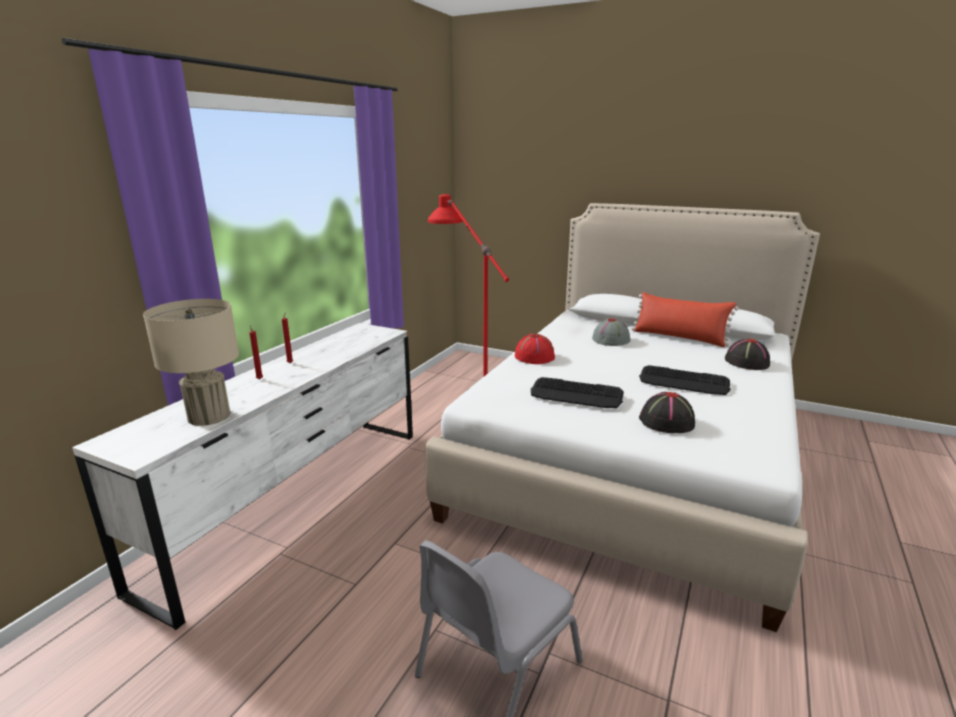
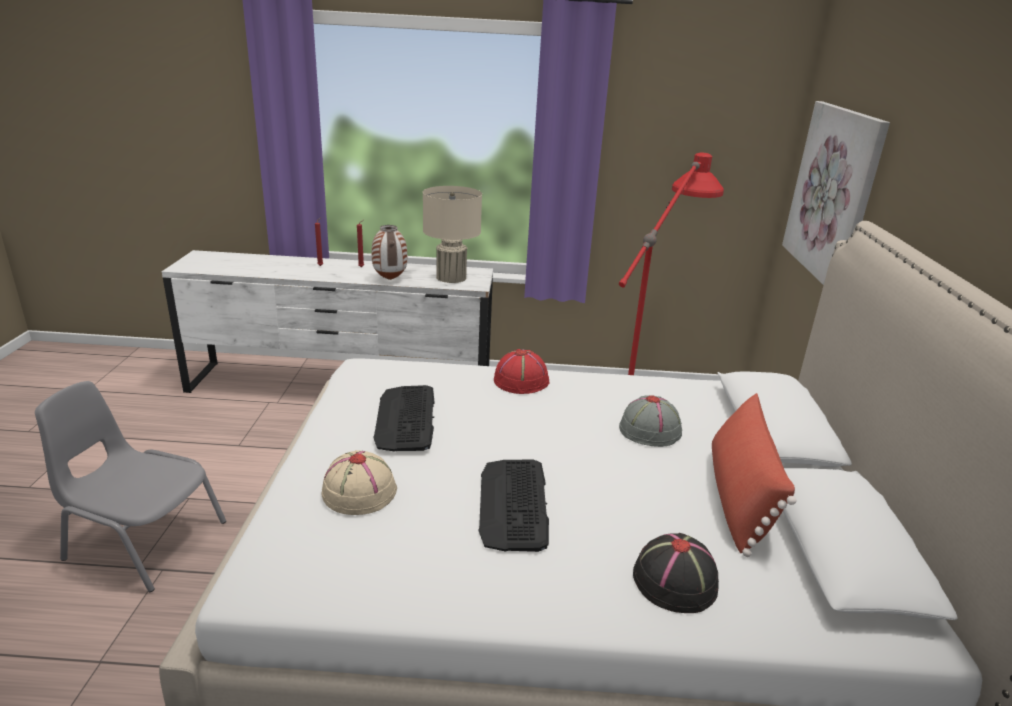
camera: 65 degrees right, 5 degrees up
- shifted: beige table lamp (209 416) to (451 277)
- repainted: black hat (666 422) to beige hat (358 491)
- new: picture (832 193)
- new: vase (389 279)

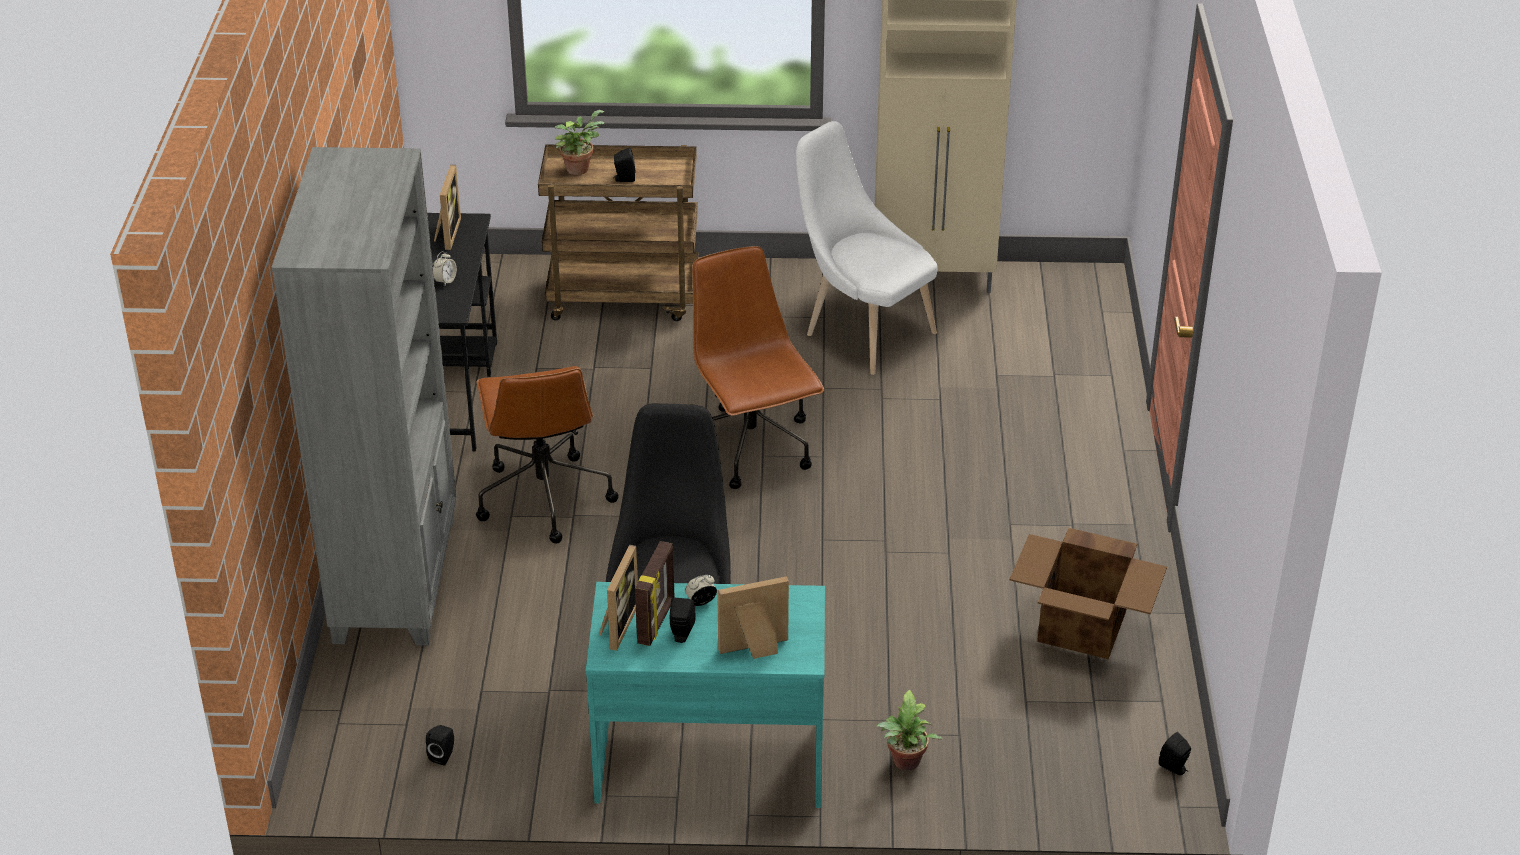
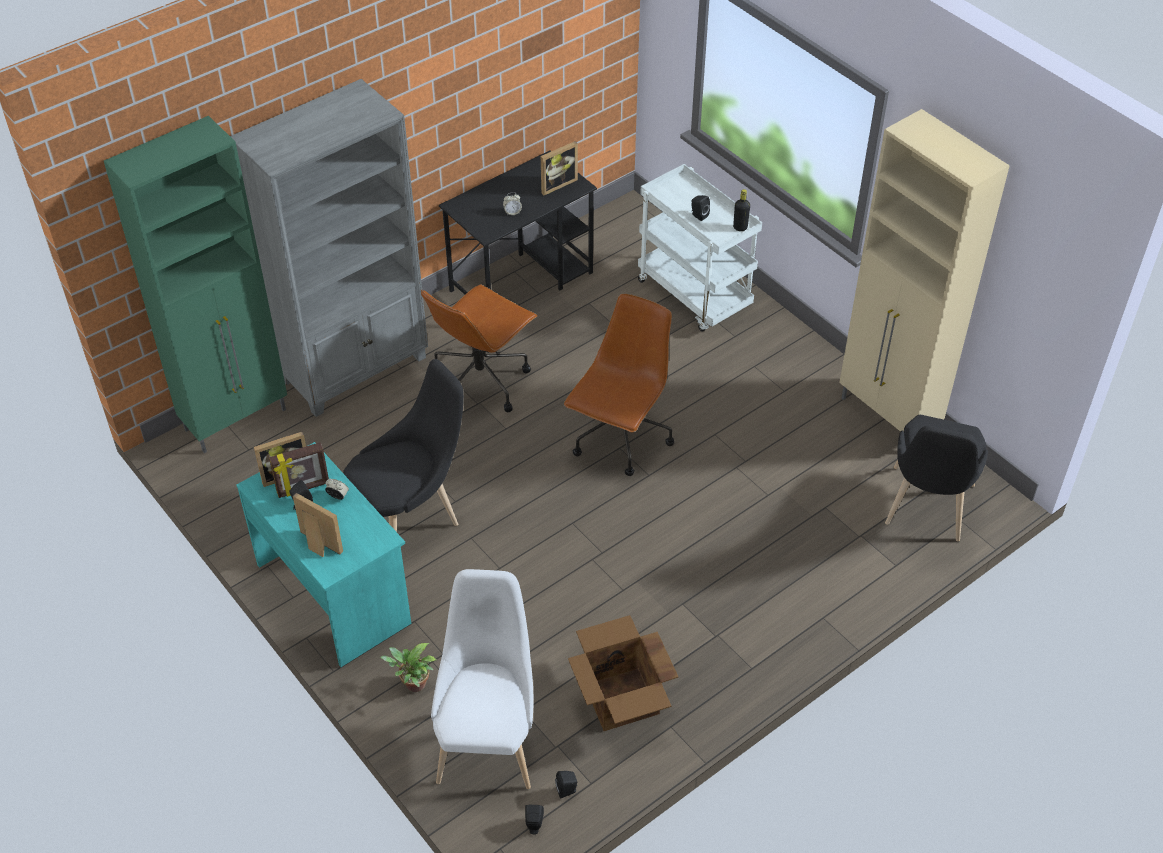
camera: 50 degrees right, 10 degrees up
- gone: potted plant (579 168)
- shifted: white chair (863 331) to (488 739)
- repainted: brown cart (625 298) to white cart (695 295)
- shifted: black speaker (443 755) to (567 790)
- new: green cabinet (237 419)
- new: black bottle (740 227)
- new: black chair (926 509)

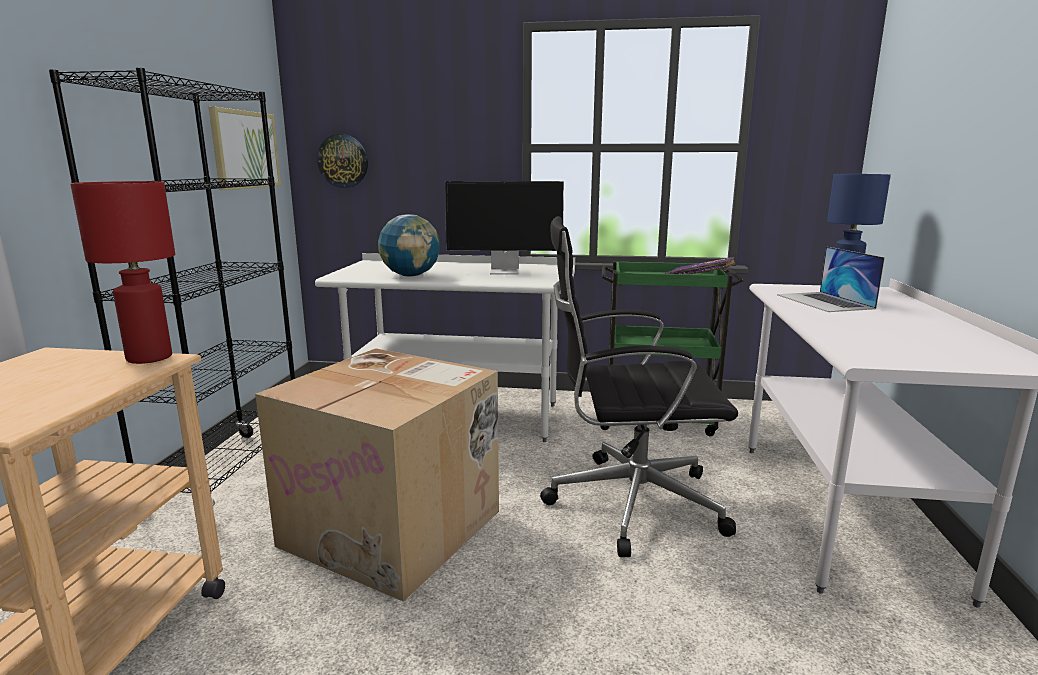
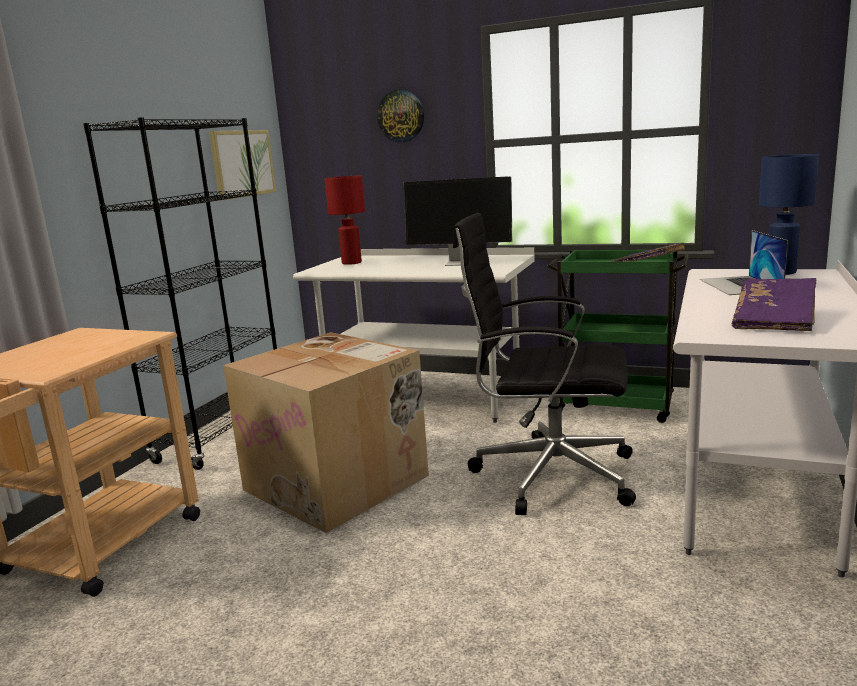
camera: 15 degrees right, 0 degrees up
- shifted: wall clock (343 161) to (401 116)
- shifted: red table lamp (151 358) to (352 263)
- gone: globe (411 275)
- new: purple book (774 320)

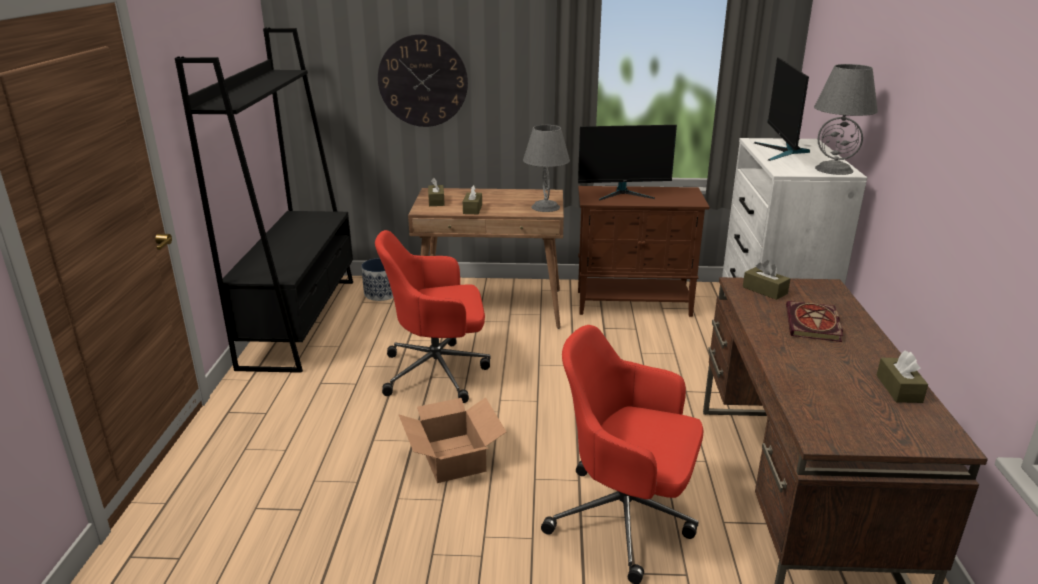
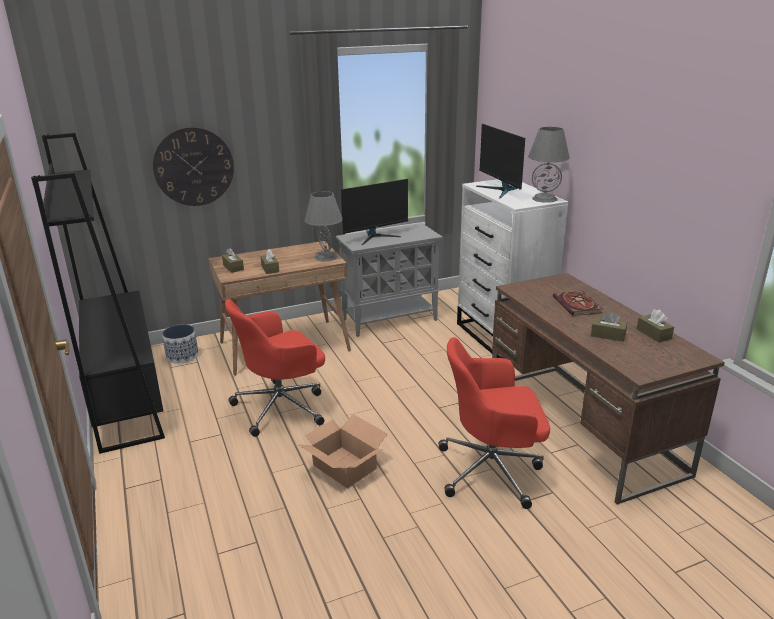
camera: 25 degrees left, 0 degrees up
- repainted: brown cabinet (634 303) to grey cabinet (390 319)
- shifted: brown tissue box (765 290) to (608 335)

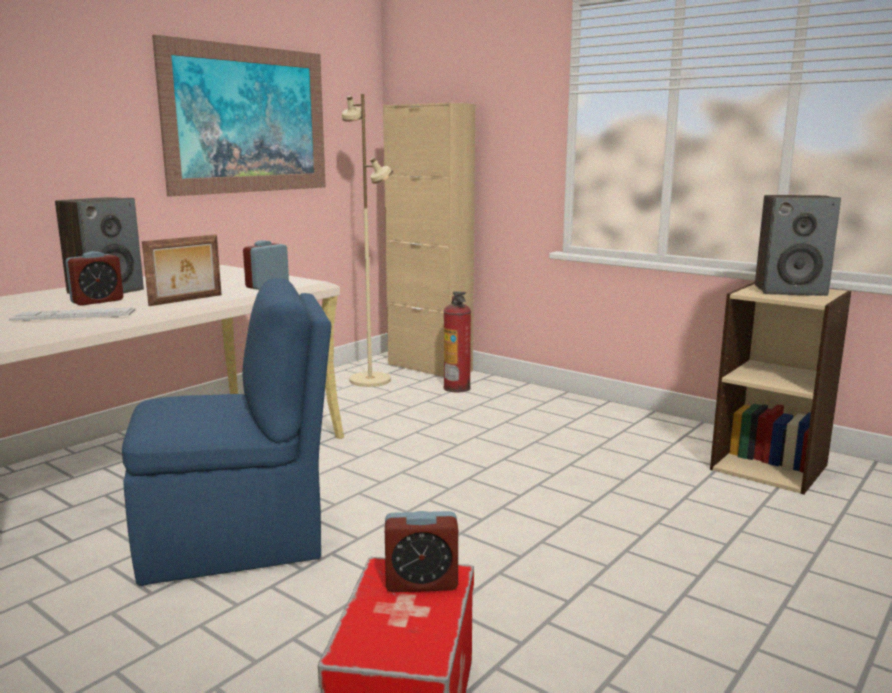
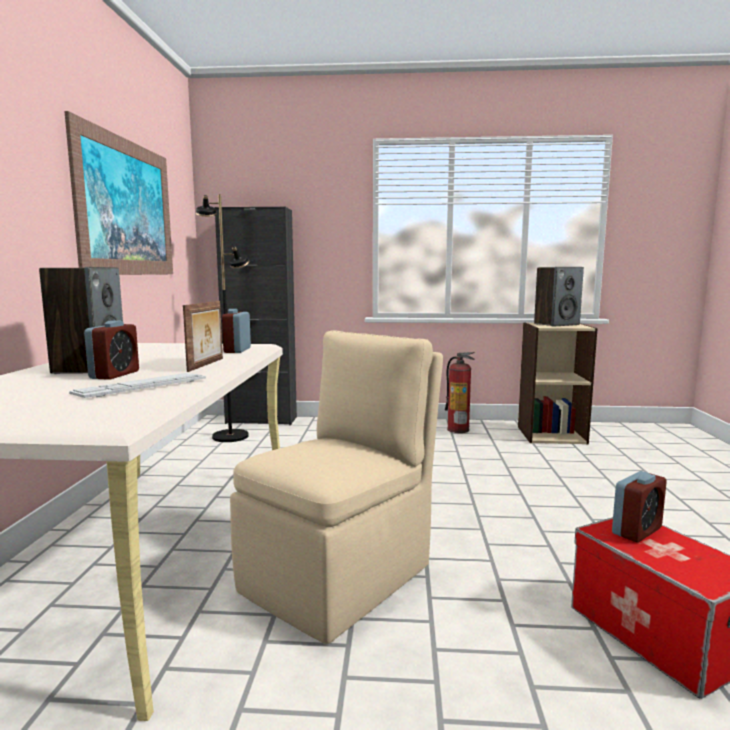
camera: 35 degrees left, 5 degrees down
- repainted: beige floor lamp (370 380) to black floor lamp (230 436)
- repainted: beige cabinet (429 368) to black cabinet (261 420)
- repainted: blue chair (237 540) to beige chair (340 576)
- shifted: fire extinguisher (457 388) to (458 430)

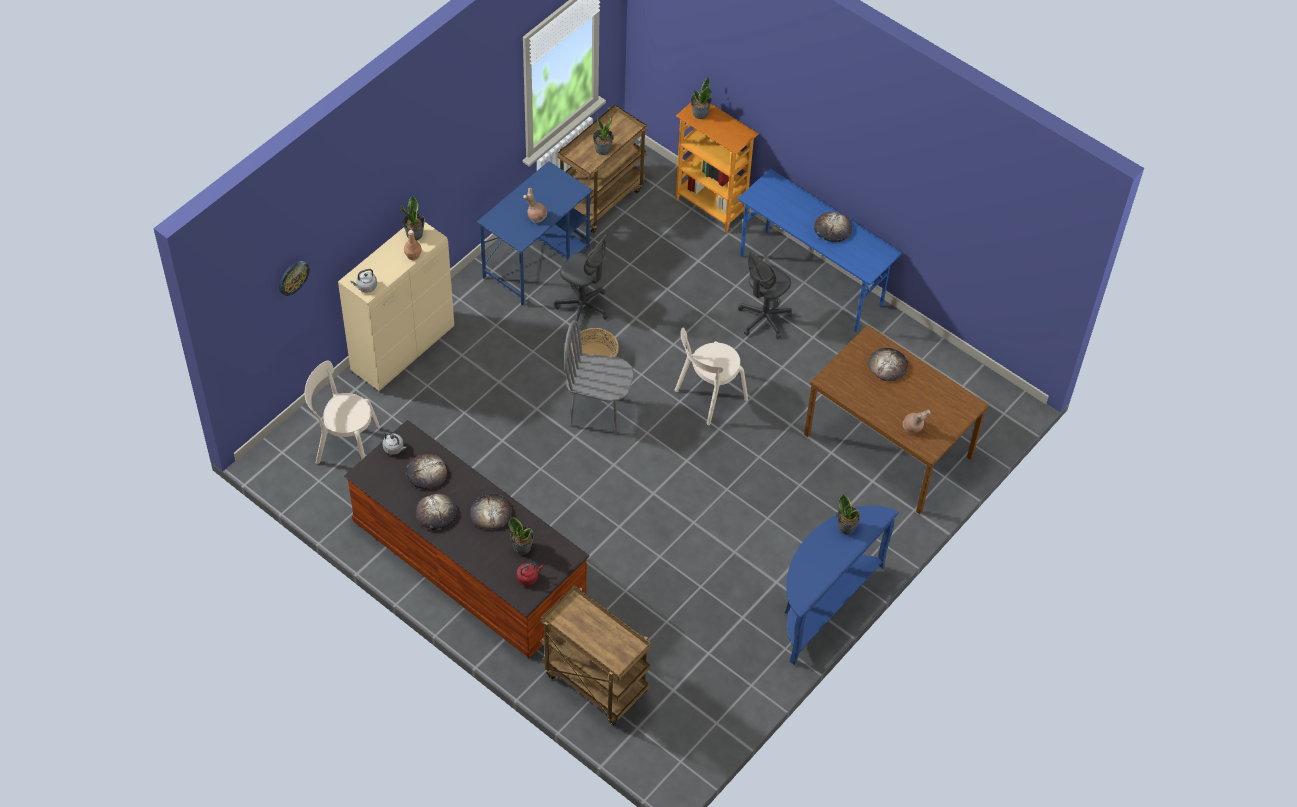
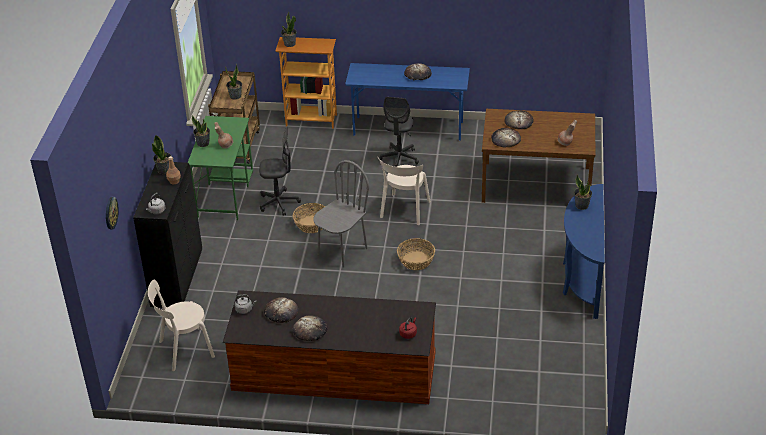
camera: 30 degrees left, 15 degrees down
- repainted: blue desk (537 261) to green desk (225 194)
- repainted: beige cabinet (403 349) to black cabinet (177 279)
- rotated: grey chair (597 412) = (342 251) 150 degrees clockwise
- shifted: bread (491 513) to (505 139)
- shifted: potted plant (522 547) to (203 143)
- gone: brown cart (593 682)
- new: basket (415 260)

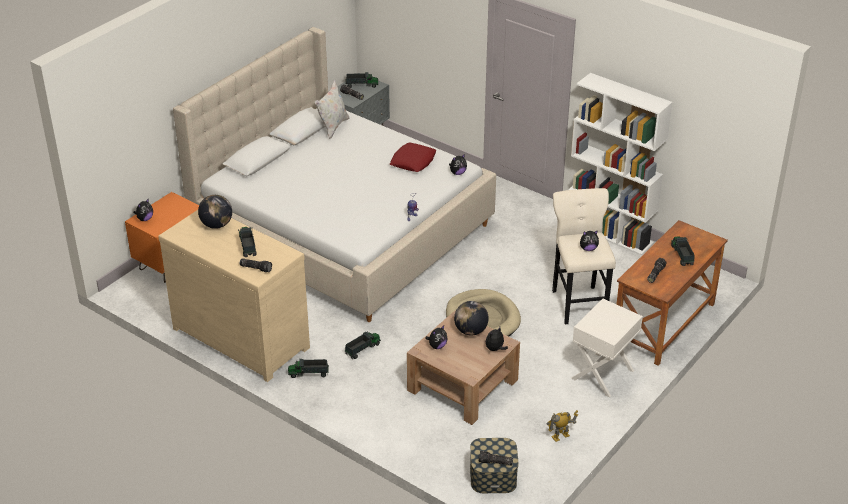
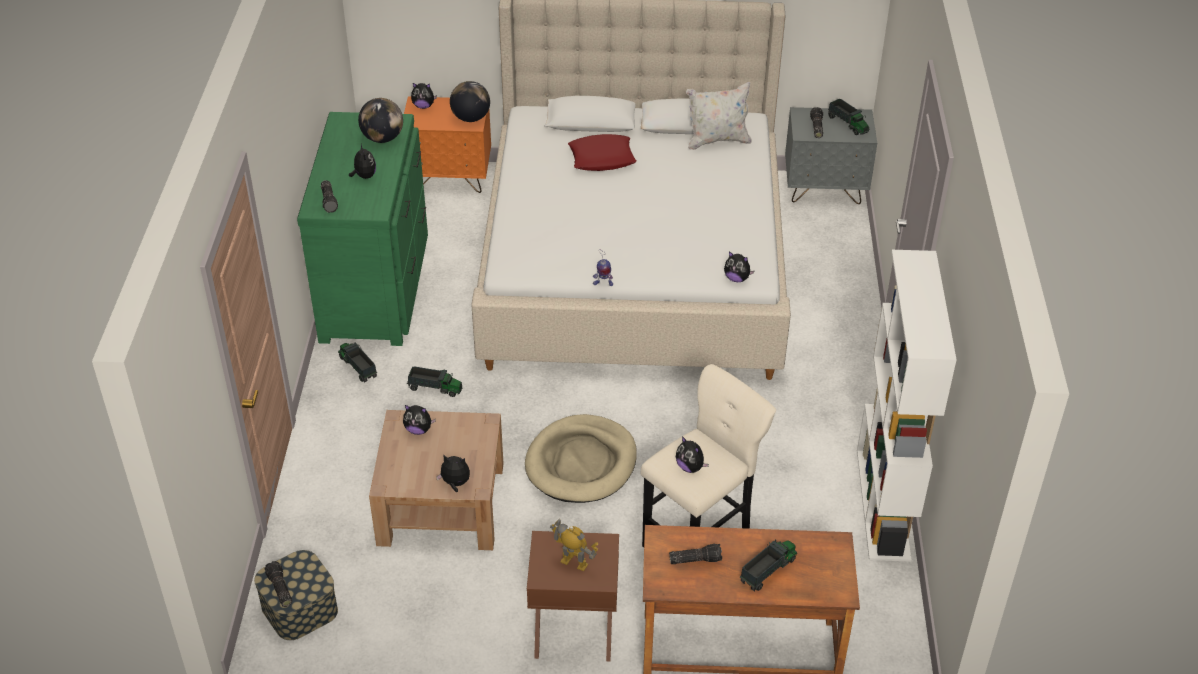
camera: 55 degrees right, 5 degrees up
- shifted: red pillow (413 161) to (602 158)
- repainted: beige dresser (242 336) to green dresser (377 287)
- swapped: toy truck (247 246) to plush toy (364 176)
- repainted: white nightstand (603 375) to brown nightstand (574 631)
- shifted: globe (471 331) to (471 118)
- shifted: toy robot (560 436) to (574 563)

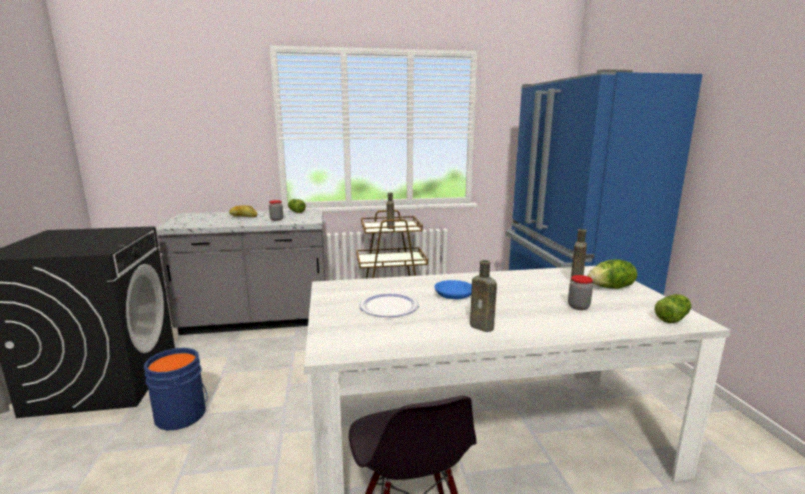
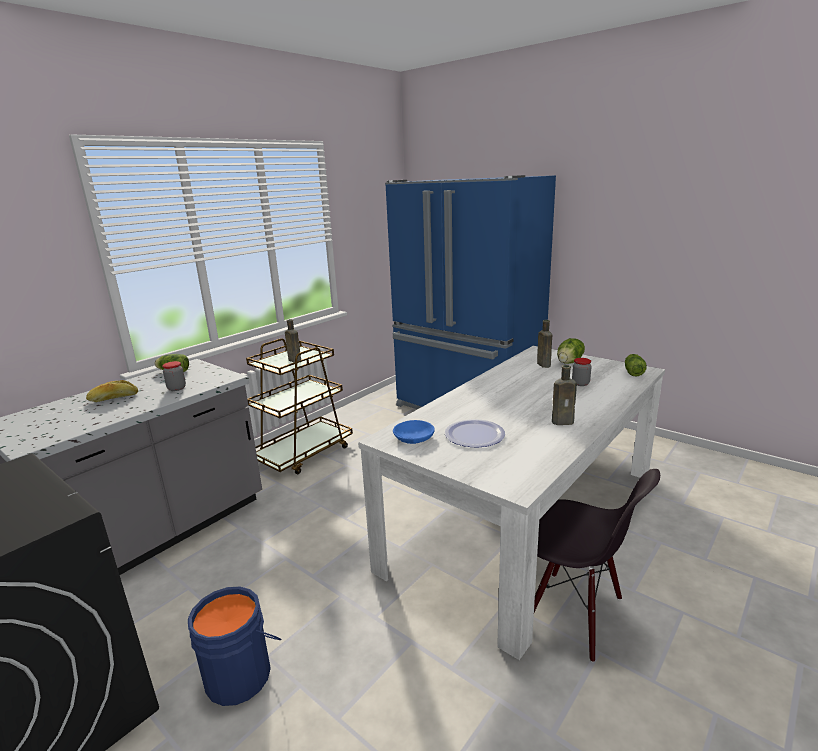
camera: 40 degrees left, 5 degrees up
- shifted: blue bowl (453 295) to (413 438)

